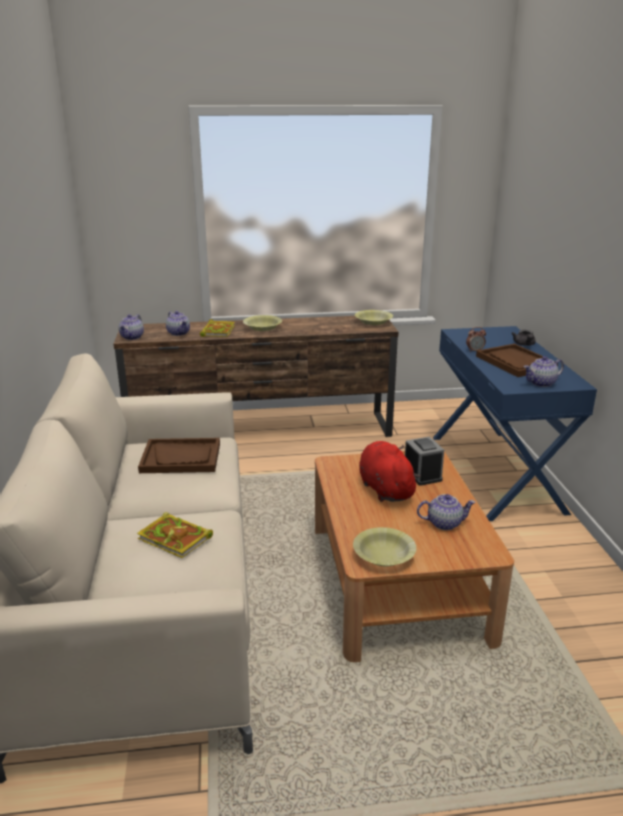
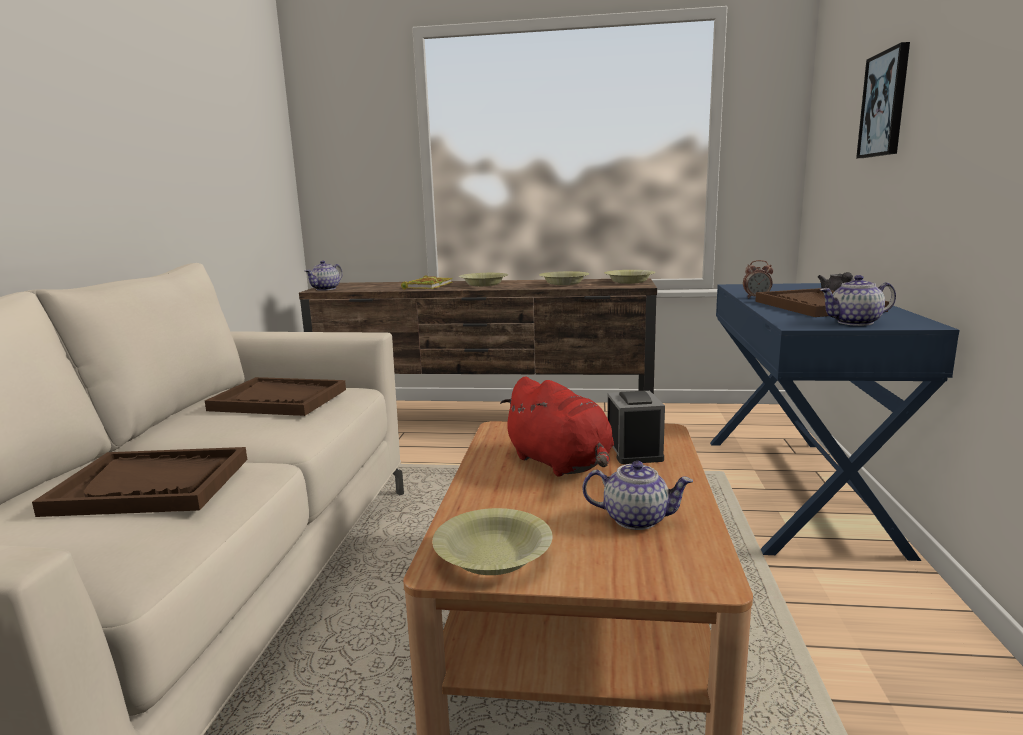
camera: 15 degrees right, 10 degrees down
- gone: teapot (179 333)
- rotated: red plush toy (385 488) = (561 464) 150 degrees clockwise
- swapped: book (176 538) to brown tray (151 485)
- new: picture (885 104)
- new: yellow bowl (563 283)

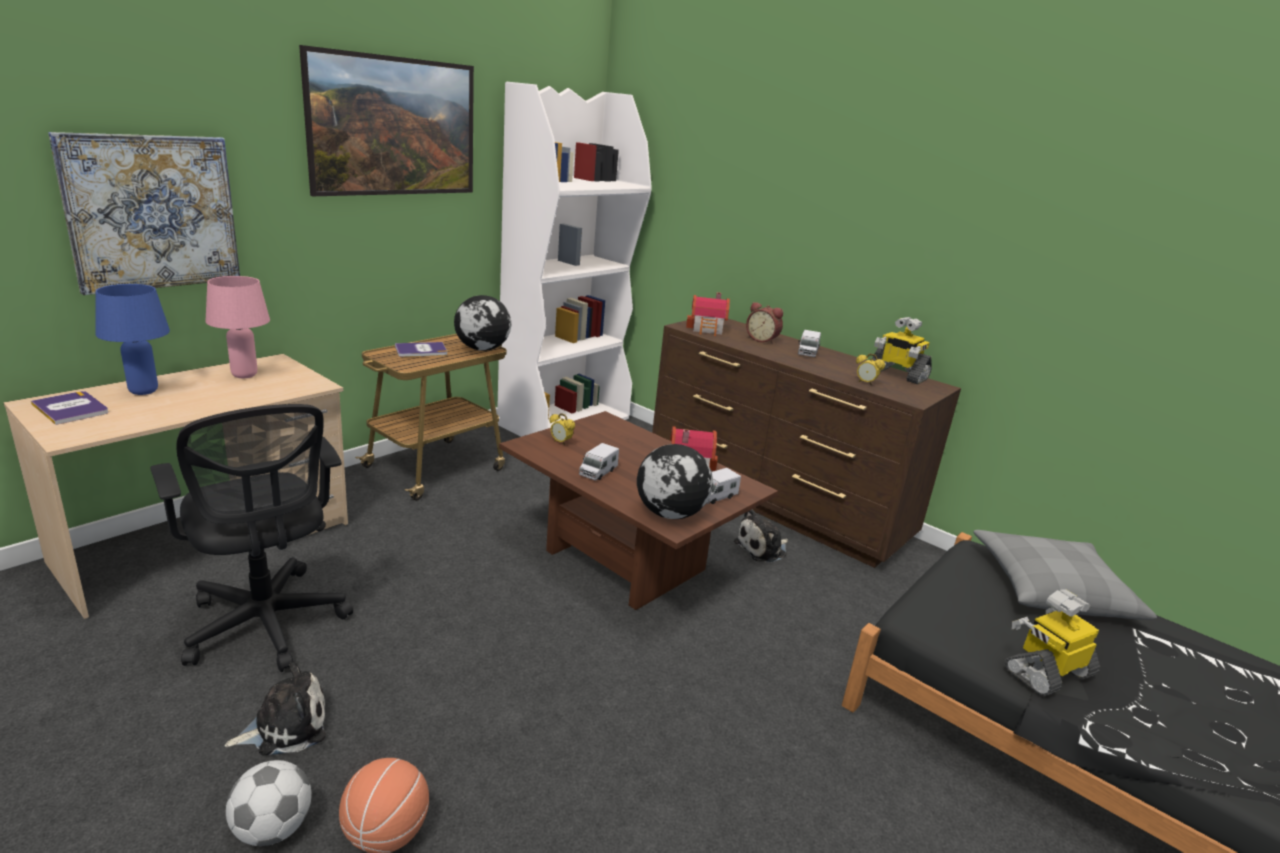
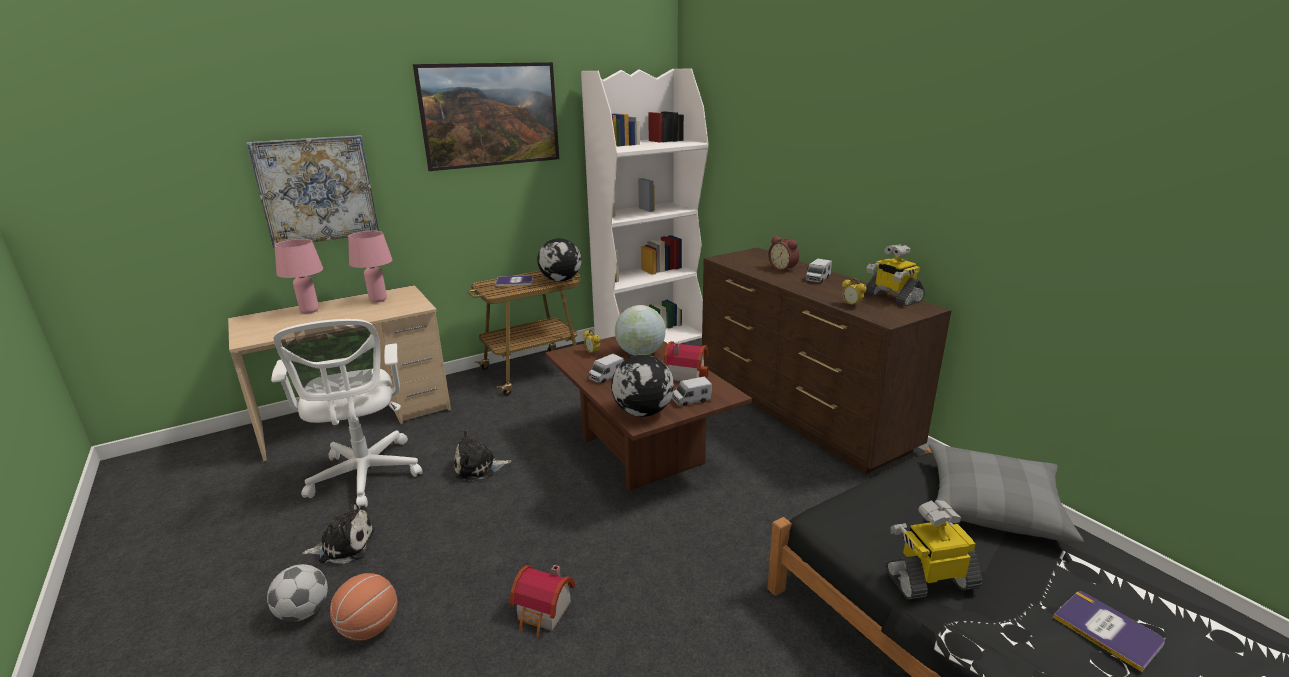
camera: 20 degrees right, 0 degrees up
- repainted: blue table lamp (144 391) to pink table lamp (309 311)
- shifted: toy house (708 329) to (544 613)
- shifted: book (71 409) to (1107 630)
- repainted: black office chair (267 626) to white office chair (365 477)
- shifted: plush toy (763 549) to (479 468)
- new: globe (640 353)

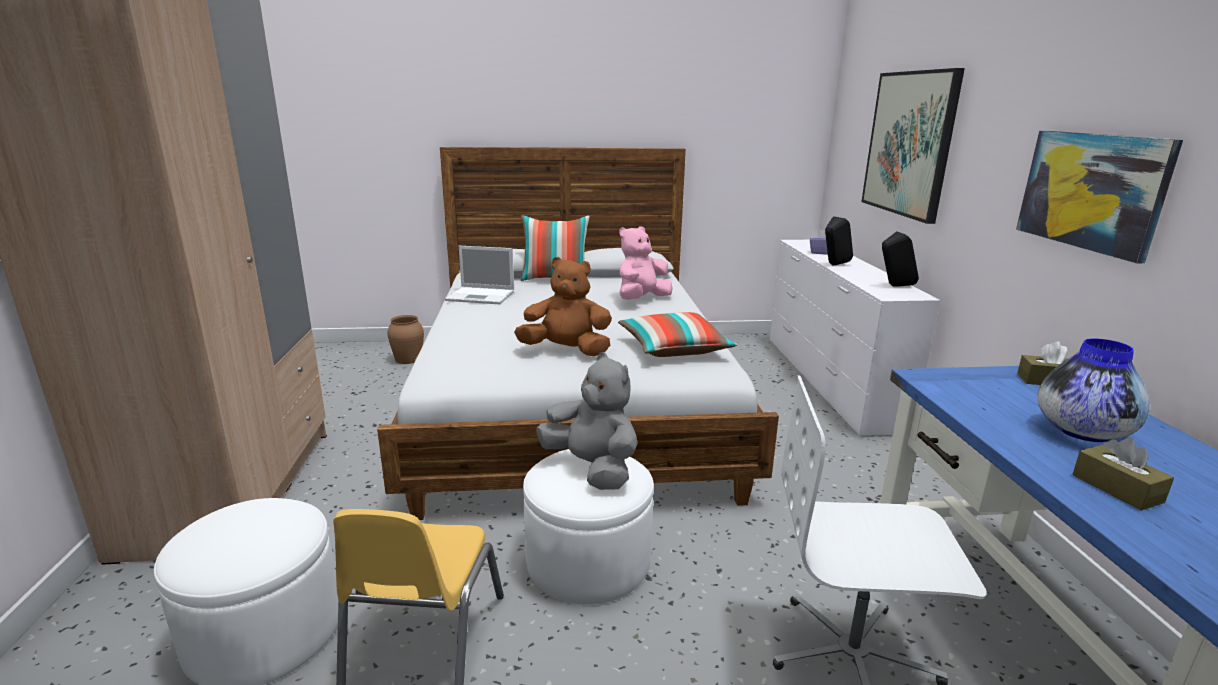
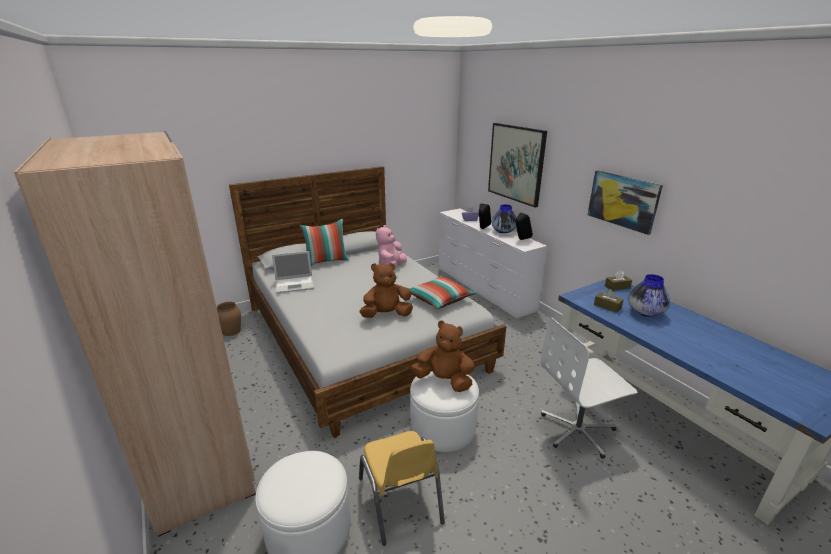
camera: 25 degrees left, 5 degrees up
- repainted: grey plush toy (592 468) to brown plush toy (444 381)
- shifted: brown tissue box (1116 488) to (607 306)
- new: vase (503 232)

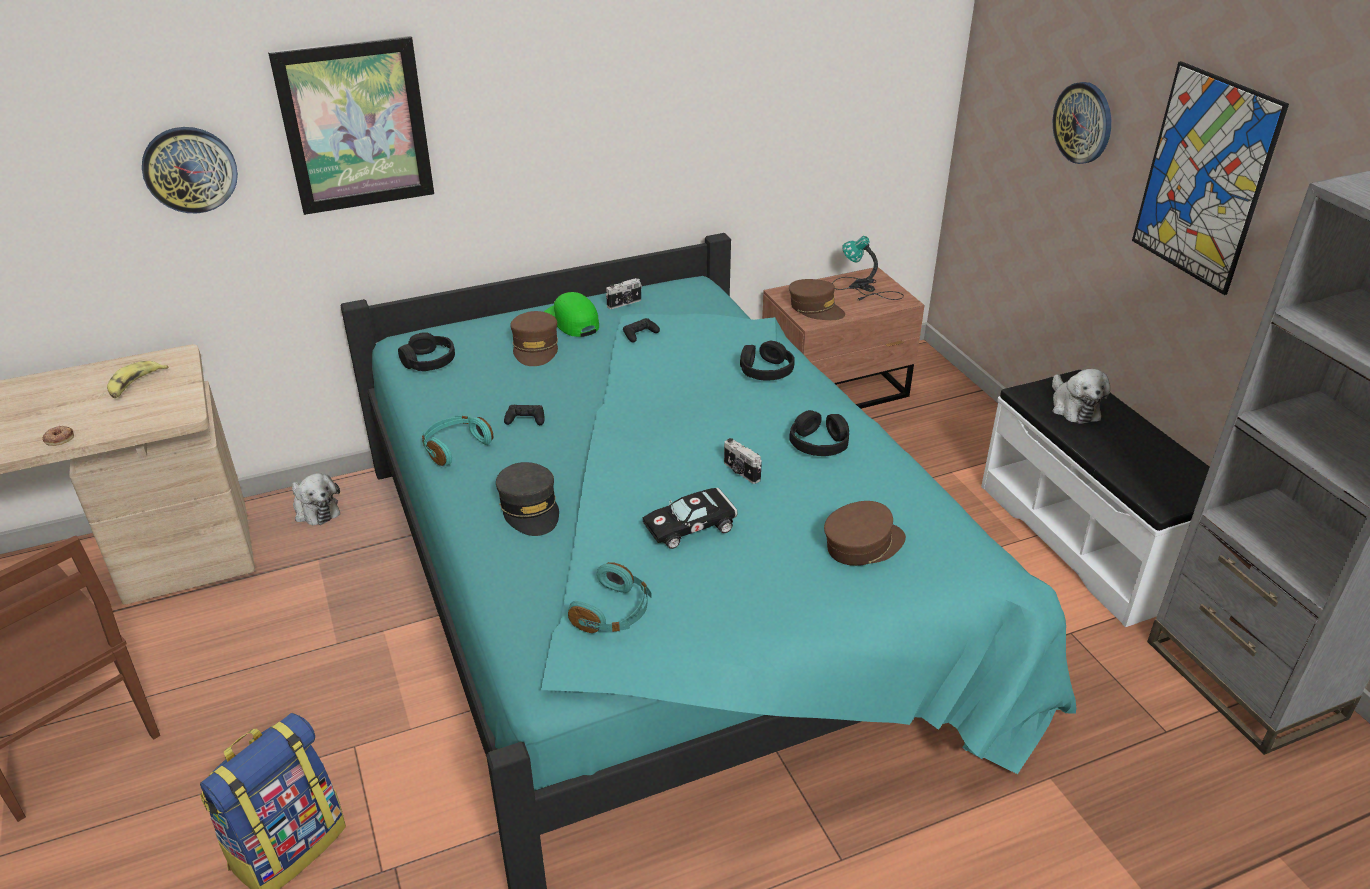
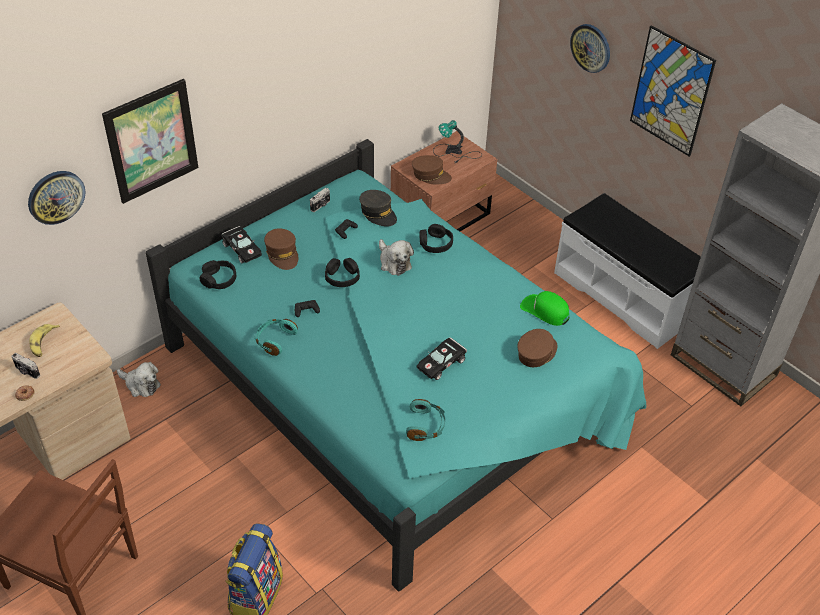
camera: 20 degrees left, 10 degrees up
- shifted: green cap (572 321) to (545 311)
- shifted: plush toy (1073 407) to (394 262)
- shifted: black headphones (819 443) to (342 277)
- shifted: photo camera (740 472) to (27 372)
- shifted: grey cap (530 508) to (378 213)
- new: black toy car (241 249)

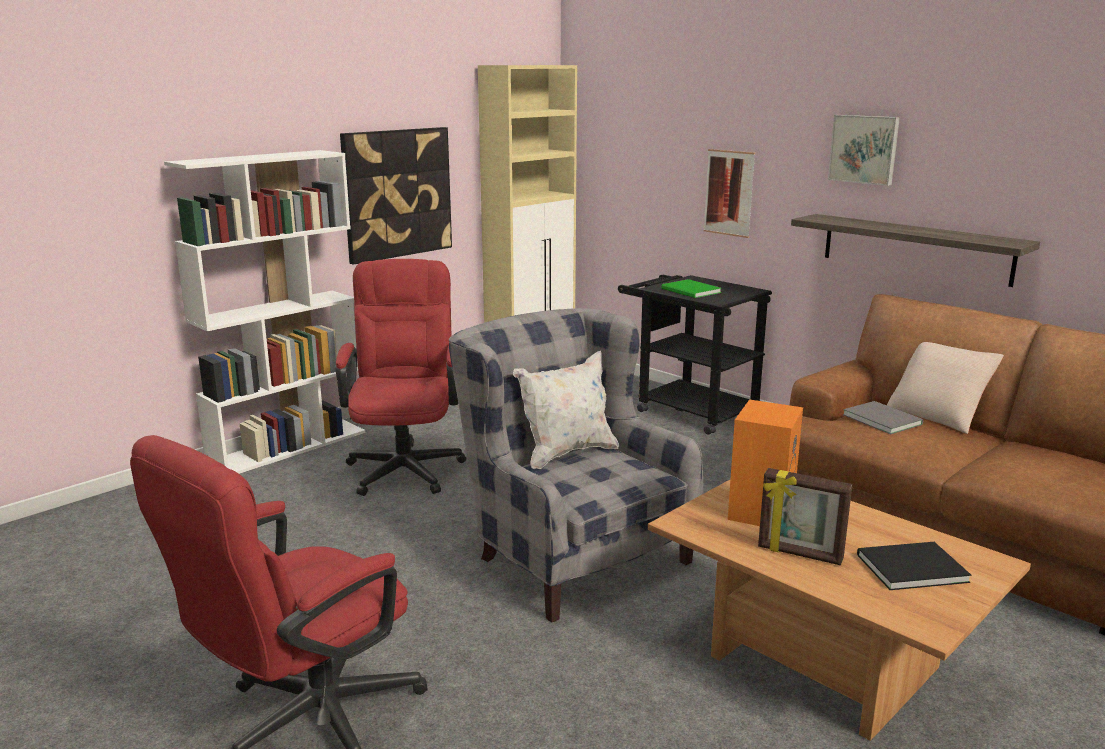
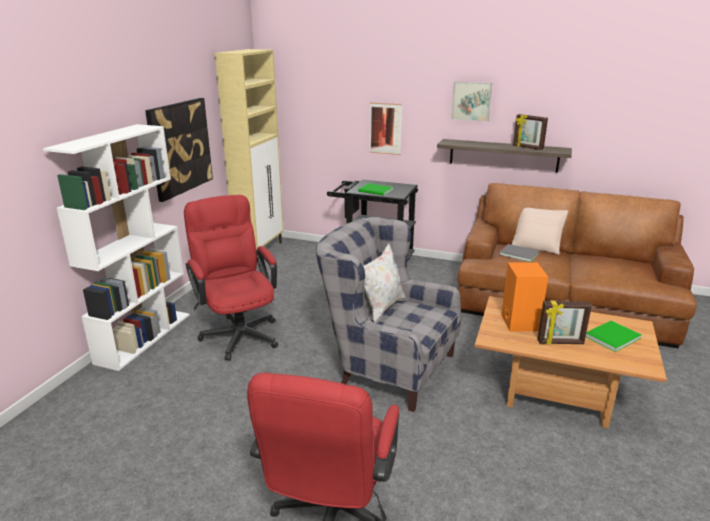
camera: 25 degrees left, 5 degrees up
- repainted: black book (908 567) to green book (610 337)
- new: picture frame (527 147)

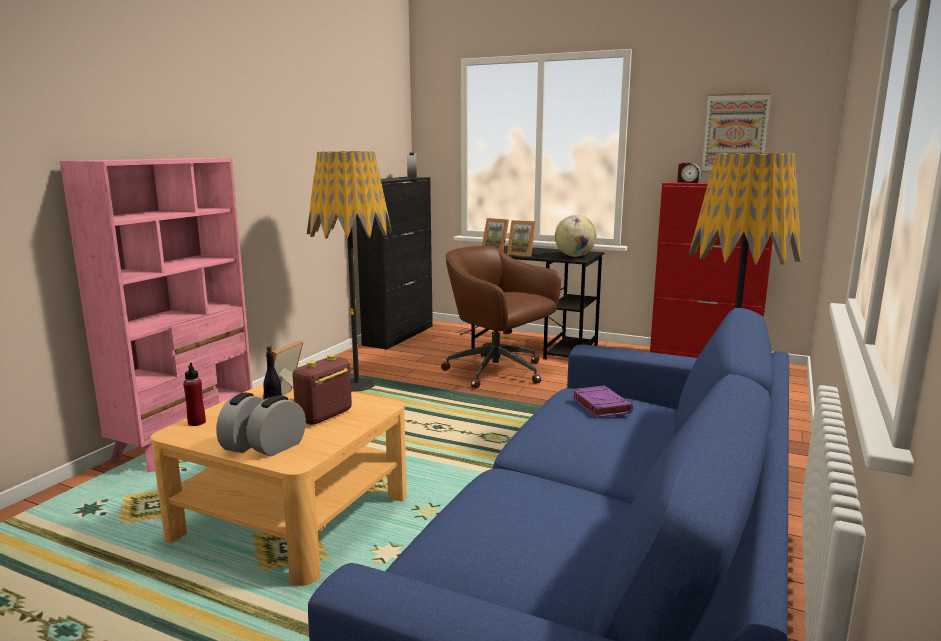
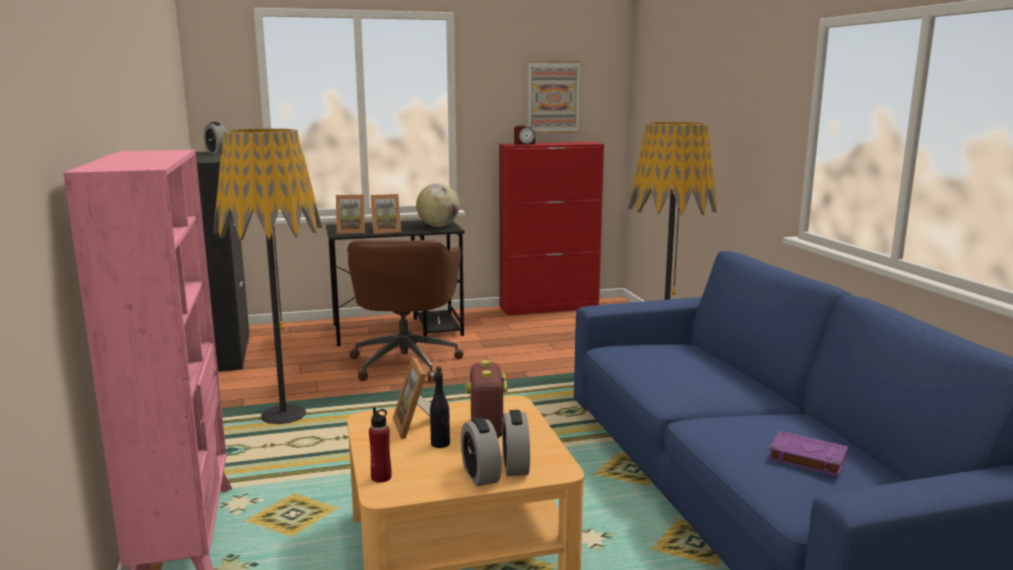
camera: 40 degrees left, 0 degrees up
- rotated: brown office chair (498 372) = (405 362) 90 degrees counterclockwise
- shifted: purple book (600 405) to (806 458)

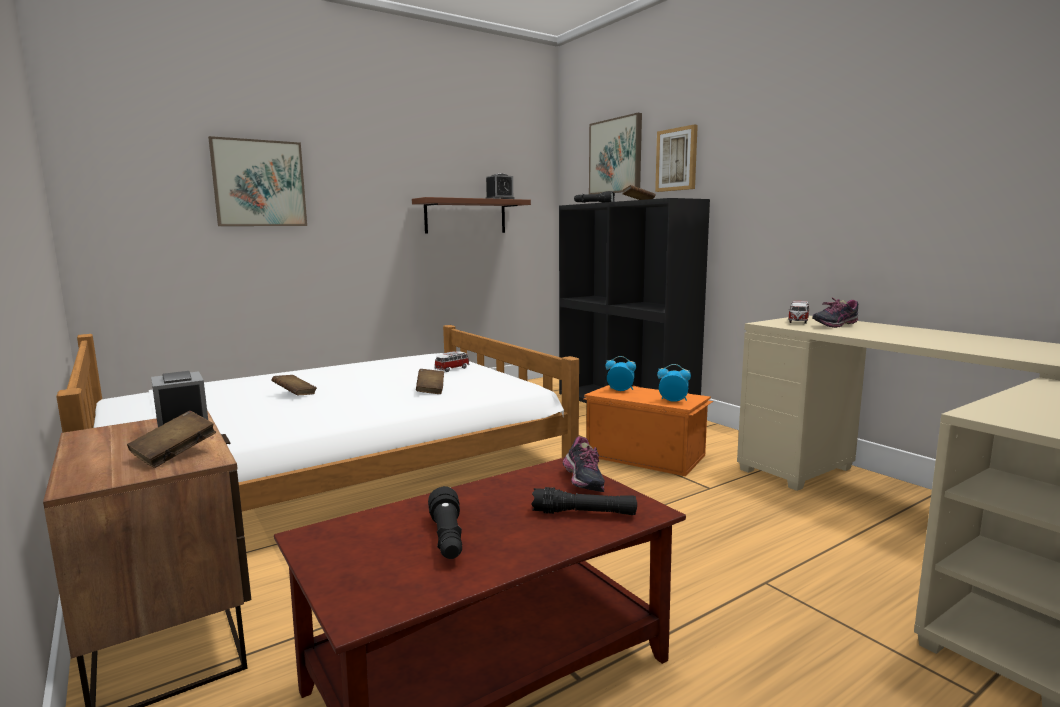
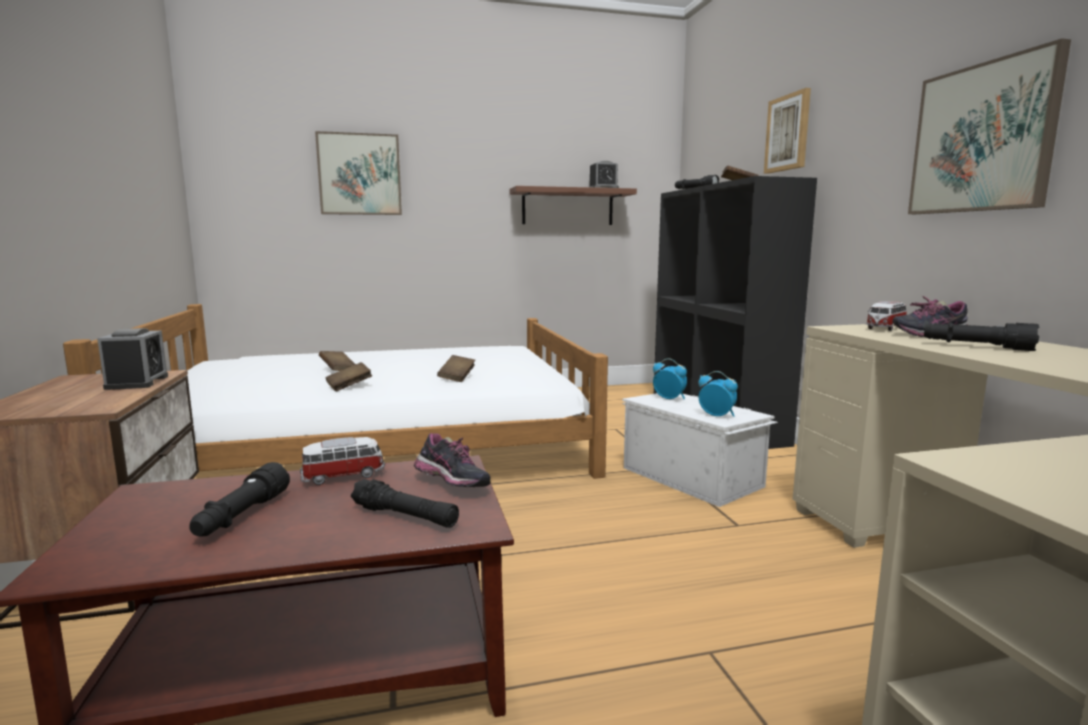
camera: 20 degrees right, 0 degrees up
- shifted: picture (615 156) to (982 138)
- shifted: toy car (452 369) to (344 476)
- repainted: orange storage box (645 455) to white storage box (692 476)
- shifted: brown book (174 455) to (349 387)
- rotated: shoe (582 484) = (451 485) 60 degrees counterclockwise
- new: black flashlight (976 347)

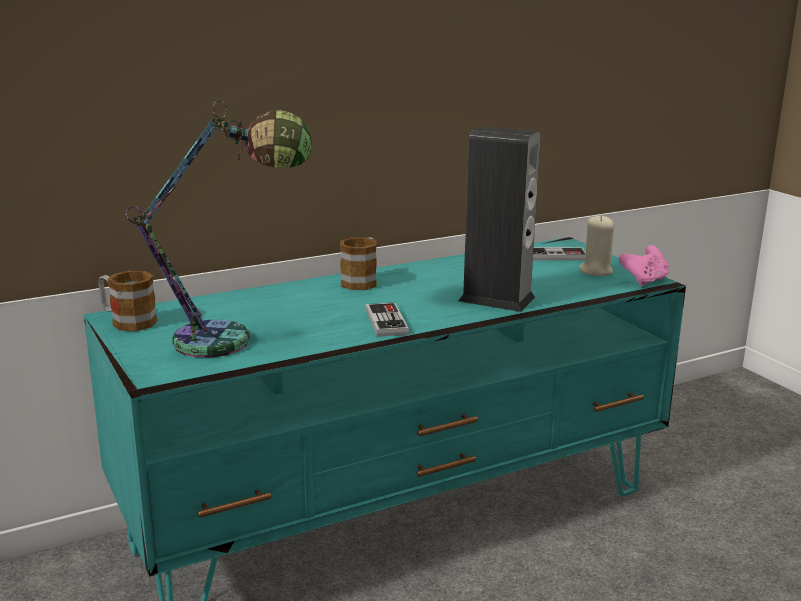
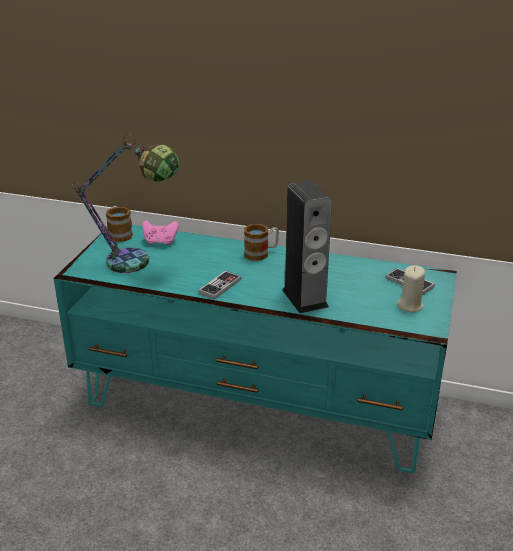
camera: 45 degrees right, 10 degrees up
- shifted: pink game controller (644 281) to (160 242)

